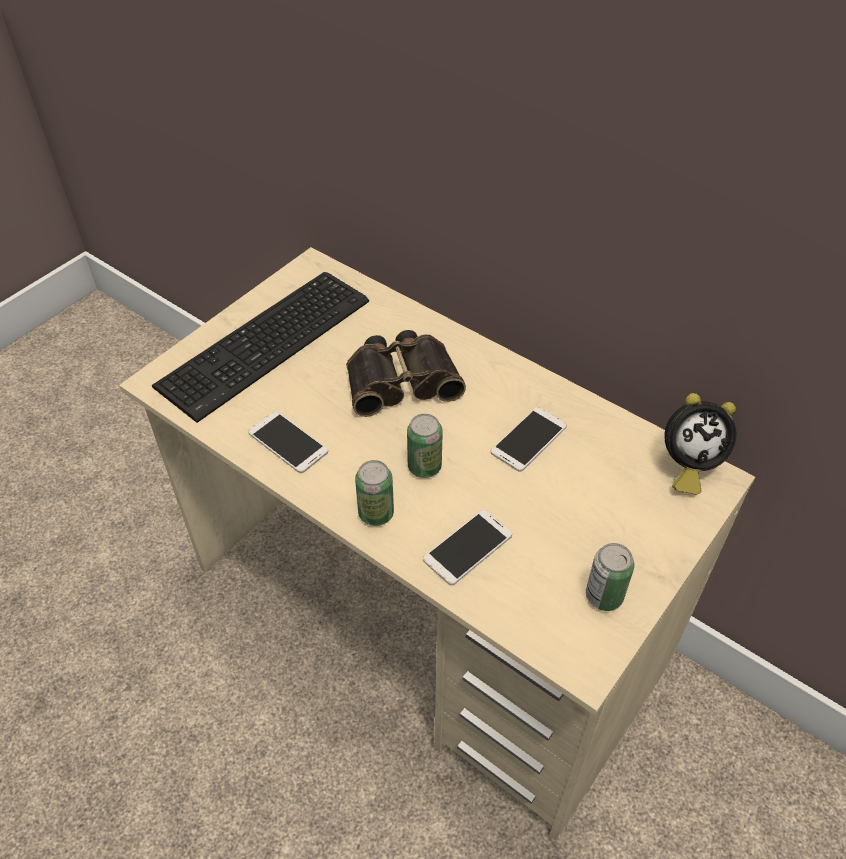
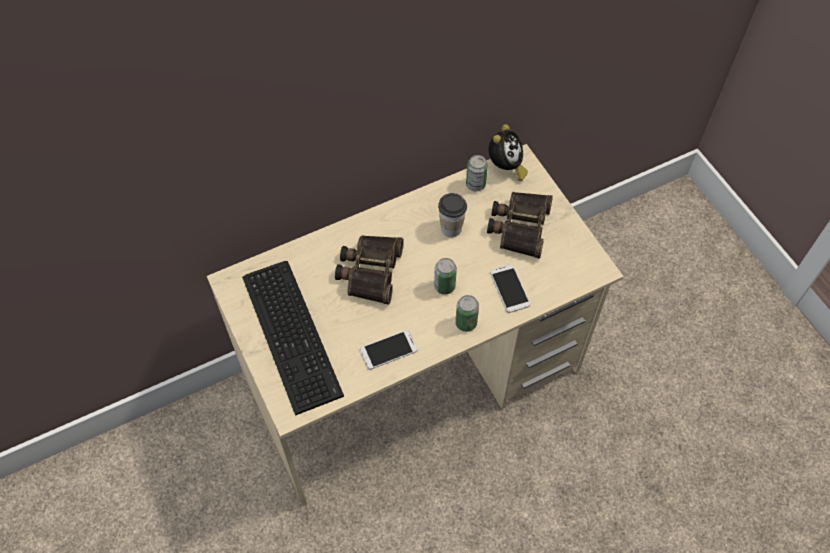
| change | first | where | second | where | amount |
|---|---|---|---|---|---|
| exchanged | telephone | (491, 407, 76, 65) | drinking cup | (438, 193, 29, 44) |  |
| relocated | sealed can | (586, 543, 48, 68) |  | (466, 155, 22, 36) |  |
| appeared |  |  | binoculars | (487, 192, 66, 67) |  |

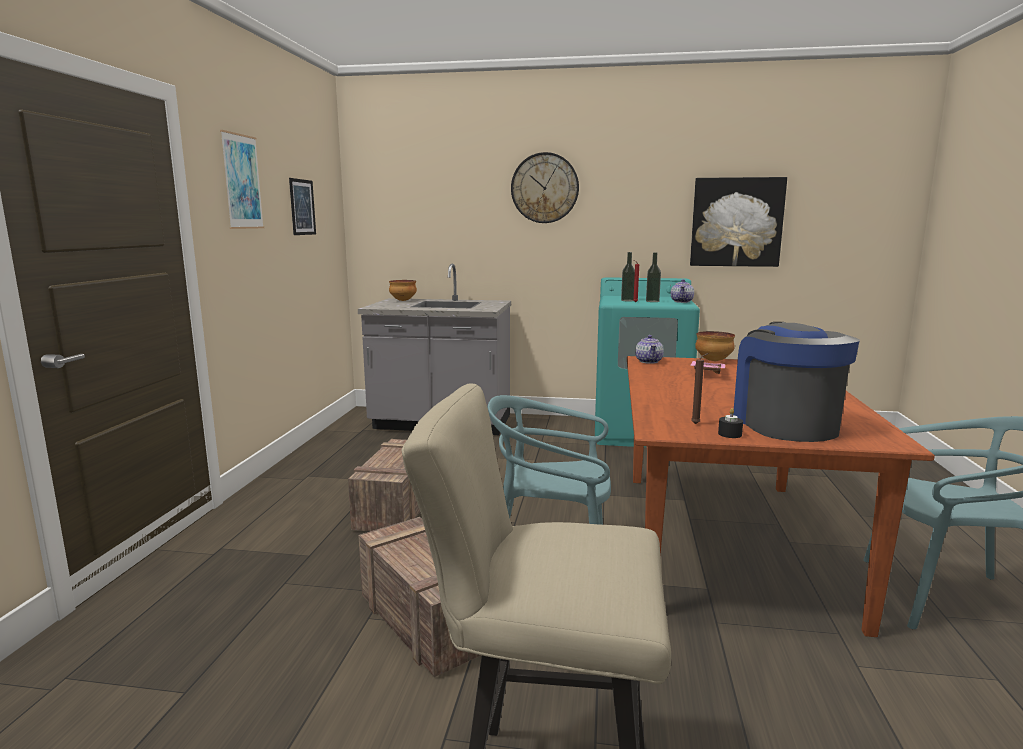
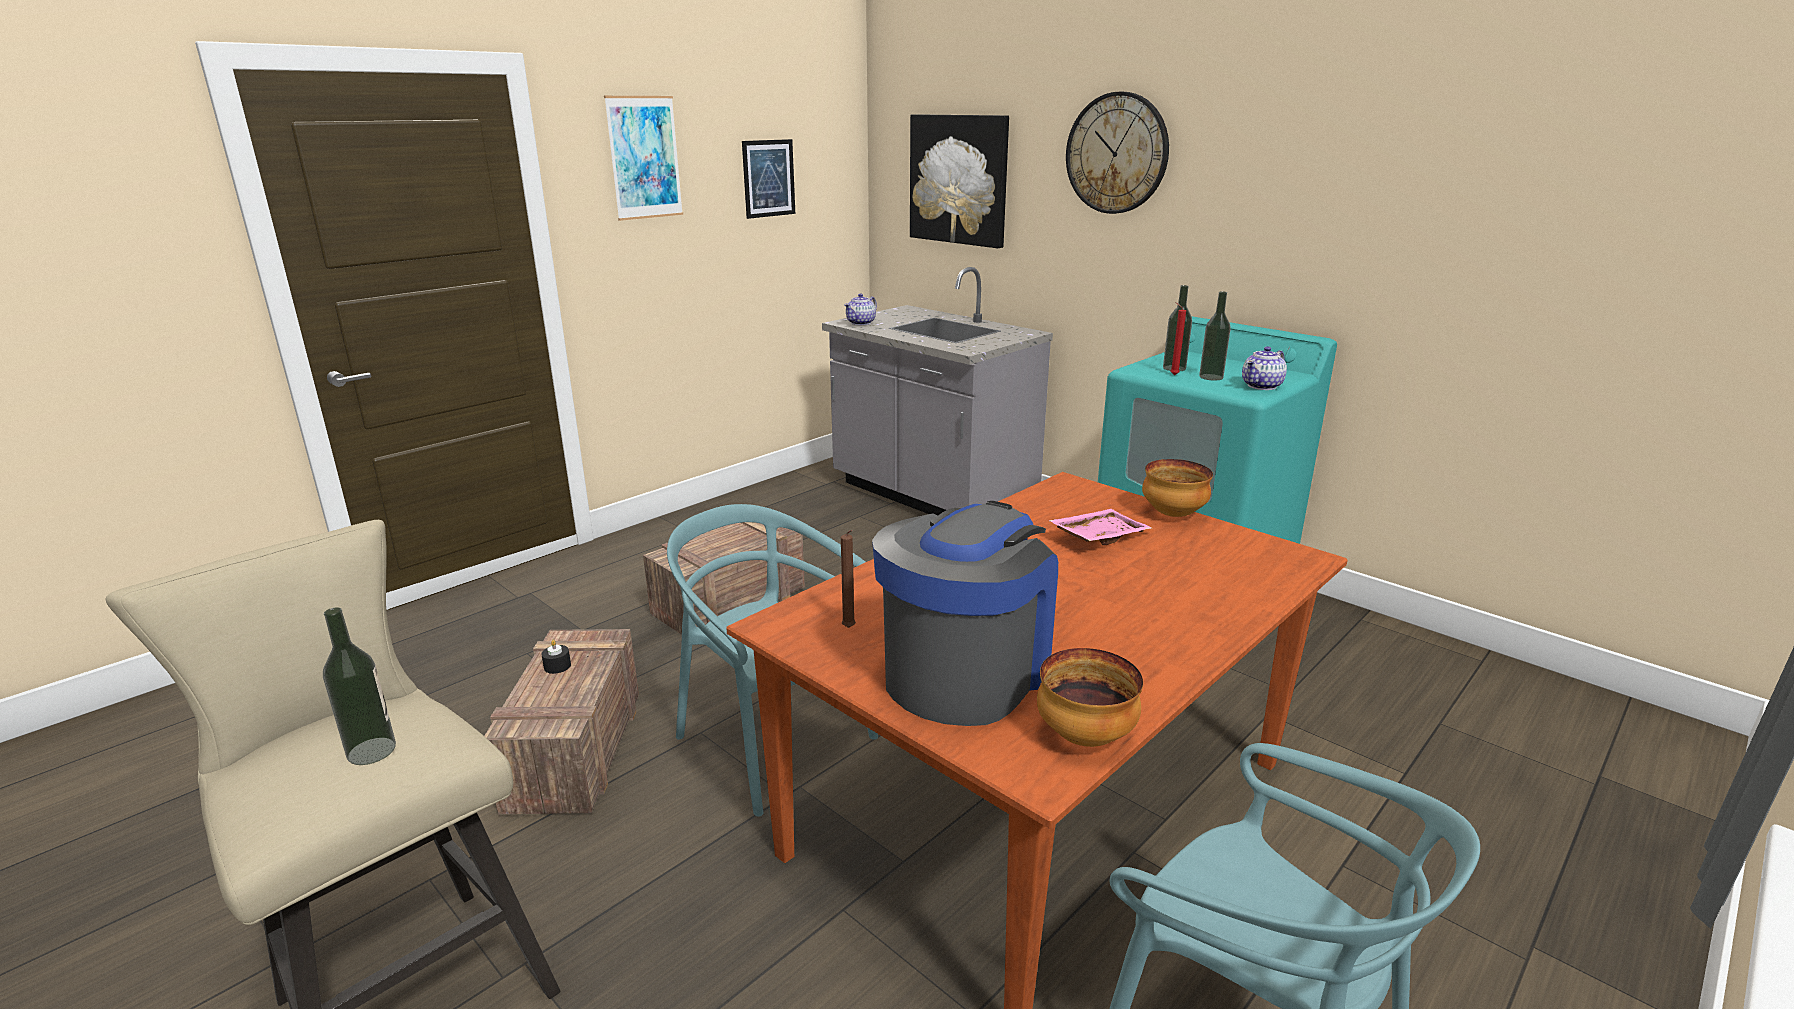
| change | first | where | second | where | amount |
|---|---|---|---|---|---|
| appeared |  |  | bottle | (323, 608, 73, 157) |  |
| relocated | candle (black) | (718, 408, 25, 30) |  | (541, 640, 30, 34) |  |
| relocated | teapot | (635, 335, 29, 29) |  | (844, 293, 33, 32) |  |
| relocated | wall art | (690, 177, 97, 90) |  | (910, 114, 99, 134) |  |
| relocated | serving bowl | (389, 280, 28, 21) |  | (1037, 648, 106, 99) |  |

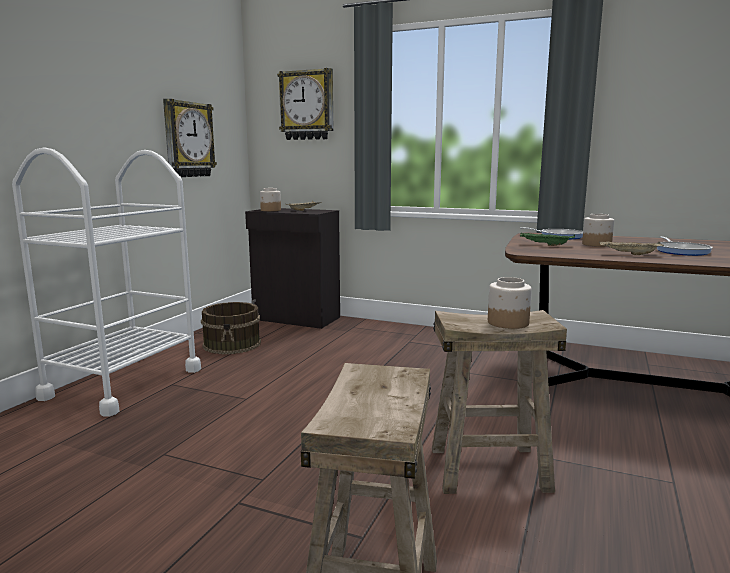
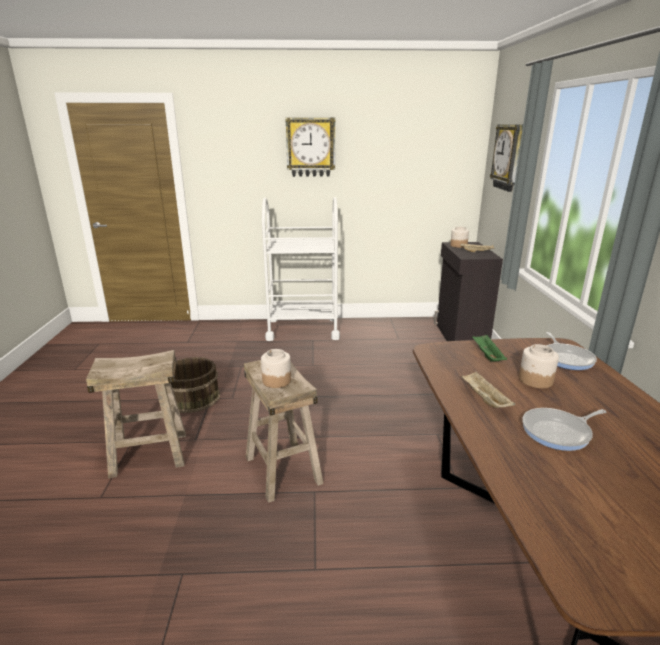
| change | first | where | second | where | amount |
|---|---|---|---|---|---|
| relocated | water bucket (brown-coloured) | (201, 302, 60, 52) |  | (171, 357, 49, 56) |  |
| relocated | wall clock | (163, 99, 54, 78) |  | (286, 118, 49, 59) |  |

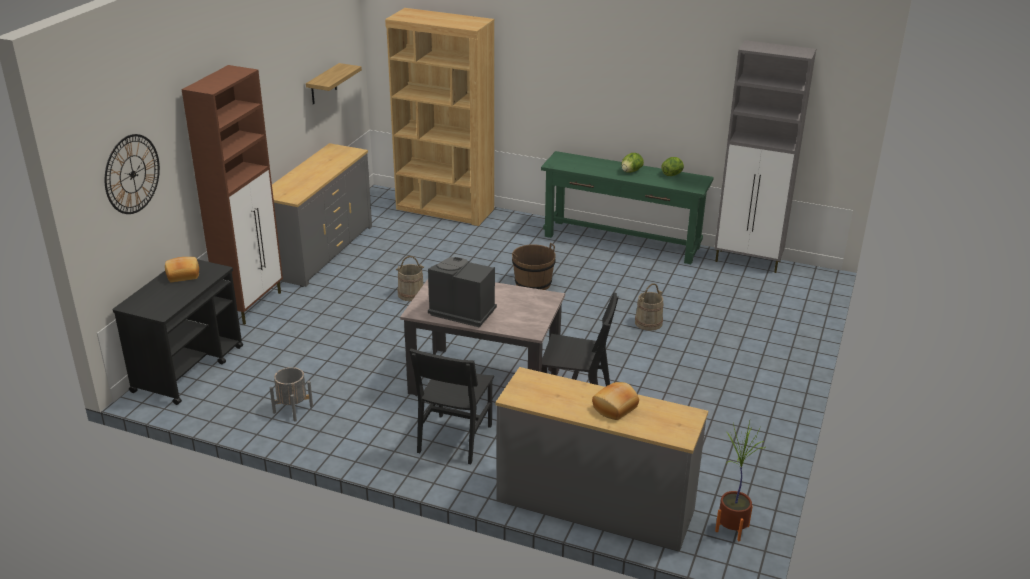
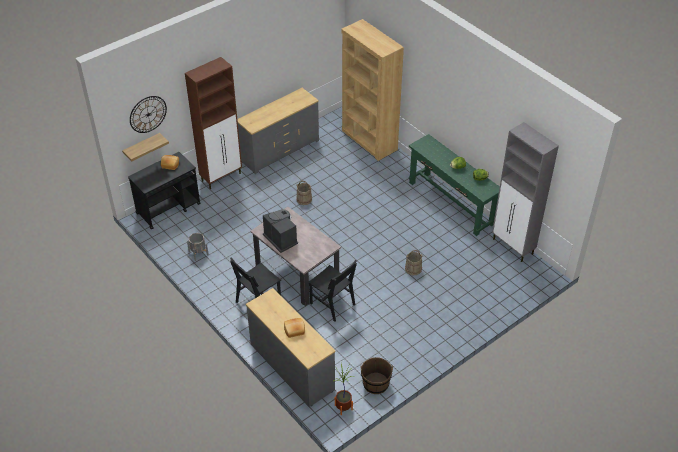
| change | first | where | second | where | amount |
|---|---|---|---|---|---|
| relocated | bracket shelf | (306, 63, 56, 42) |  | (122, 133, 47, 29) |  |
| relocated | water bucket (brown-coloured) | (512, 243, 44, 47) |  | (361, 357, 32, 37) |  |

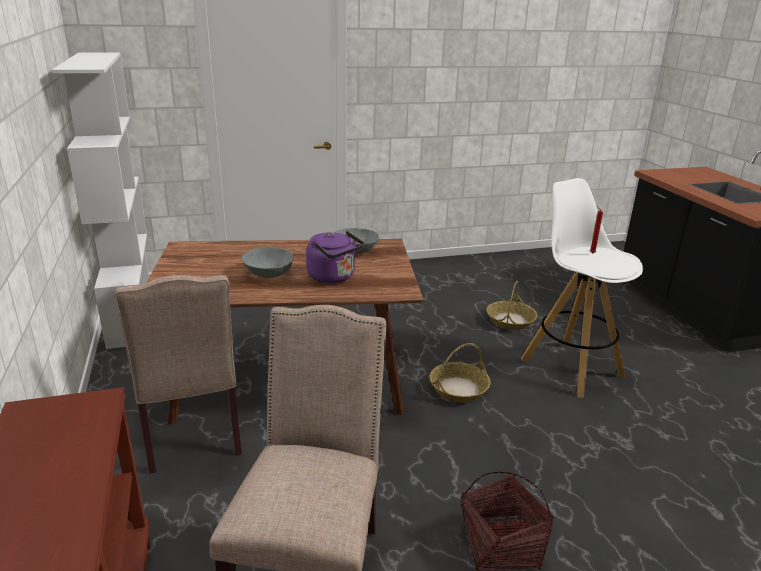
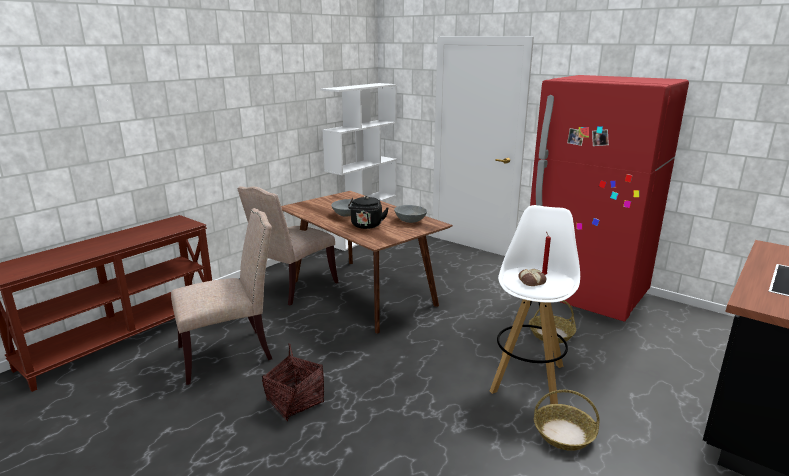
| change | first | where | second | where | amount |
|---|---|---|---|---|---|
| colour | tea kettle (purple) | (306, 231, 58, 52) | tea kettle (black) | (348, 196, 41, 33) |  |
| appeared |  |  | bread | (518, 269, 28, 17) |  |
| appeared |  |  | refrigerator (red-coloured) | (530, 75, 159, 247) |  |
| relocated | storage basket | (429, 343, 62, 60) |  | (534, 390, 66, 61) |  |

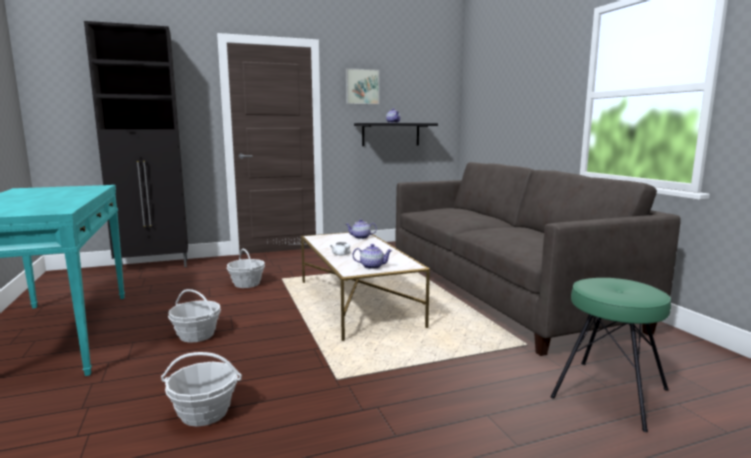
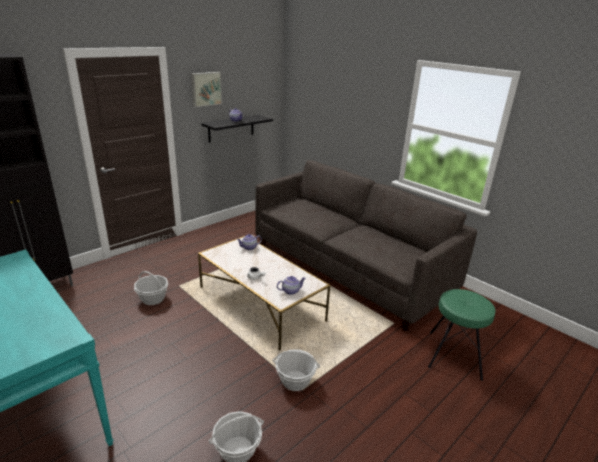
| change | first | where | second | where | amount |
|---|---|---|---|---|---|
| relocated | storage basket | (168, 289, 53, 54) |  | (273, 349, 47, 42) |  |

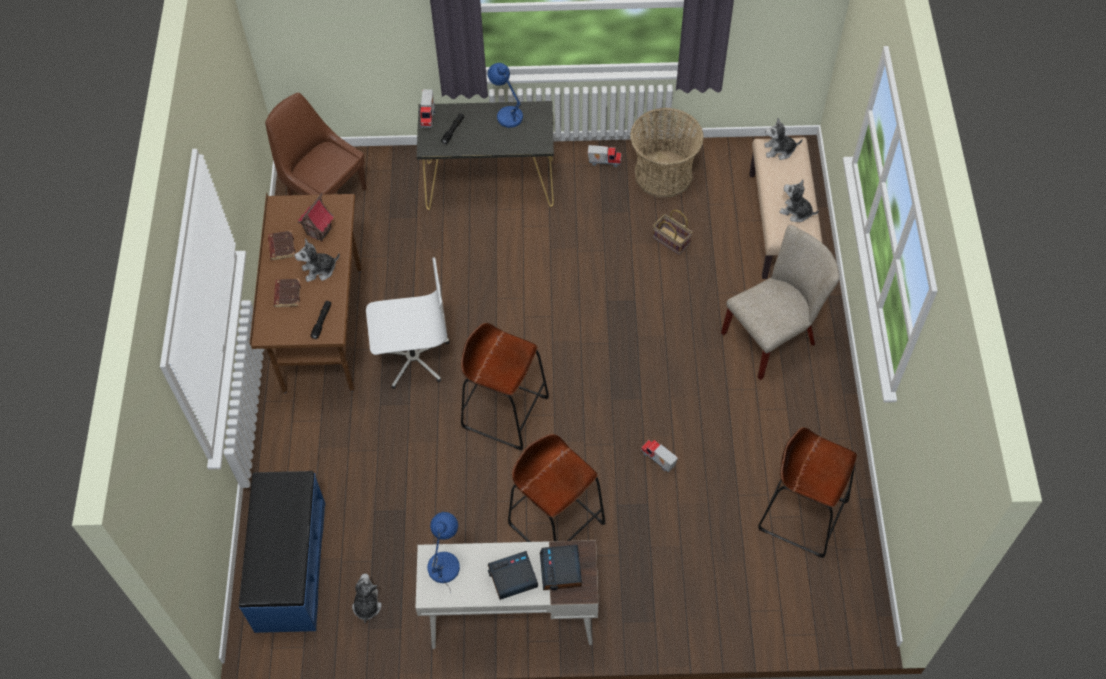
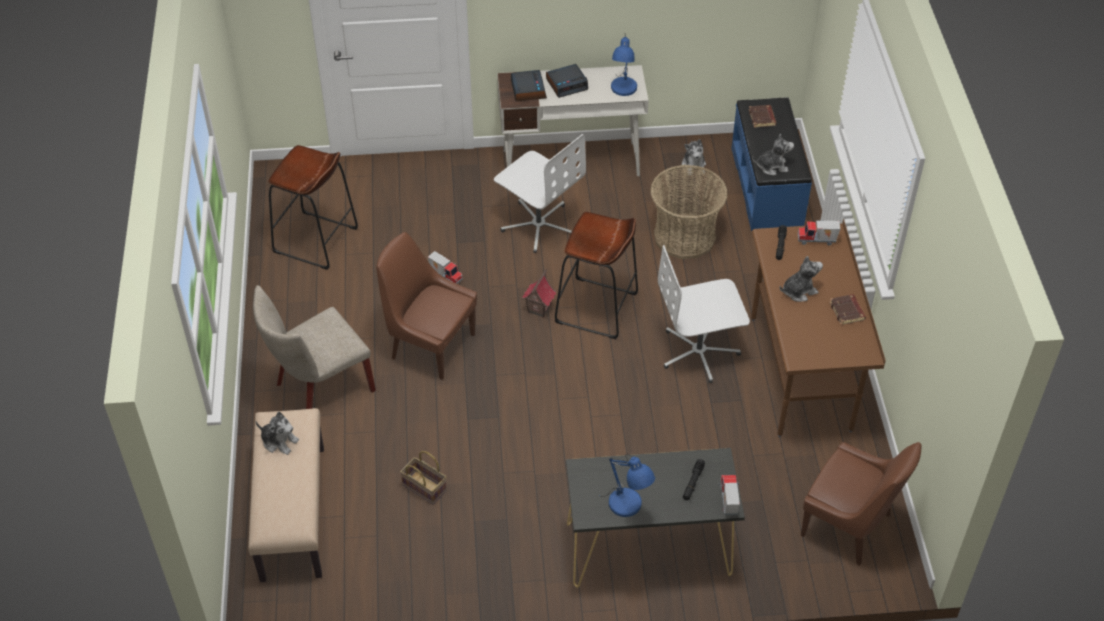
| change | first | where | second | where | amount |
|---|---|---|---|---|---|
| appeared |  |  | upright chair (brown-coloured) | (376, 232, 101, 148) |  |
| exchanged | stool (brown-coloured) | (508, 434, 97, 108) | office chair (white-coloured) | (494, 134, 92, 119) |  |
| relocated | toy house | (297, 193, 37, 49) |  | (522, 269, 34, 49) |  |
| relocated | storage basket | (630, 108, 74, 89) |  | (650, 165, 78, 94) |  |
| relocated | book (brown-coloured) | (273, 278, 28, 29) |  | (749, 105, 27, 23) |  |
| relocated | soft toy | (765, 118, 38, 42) |  | (752, 134, 42, 42) |  |
| relocated | model truck | (588, 145, 33, 22) |  | (798, 220, 42, 25) |  |

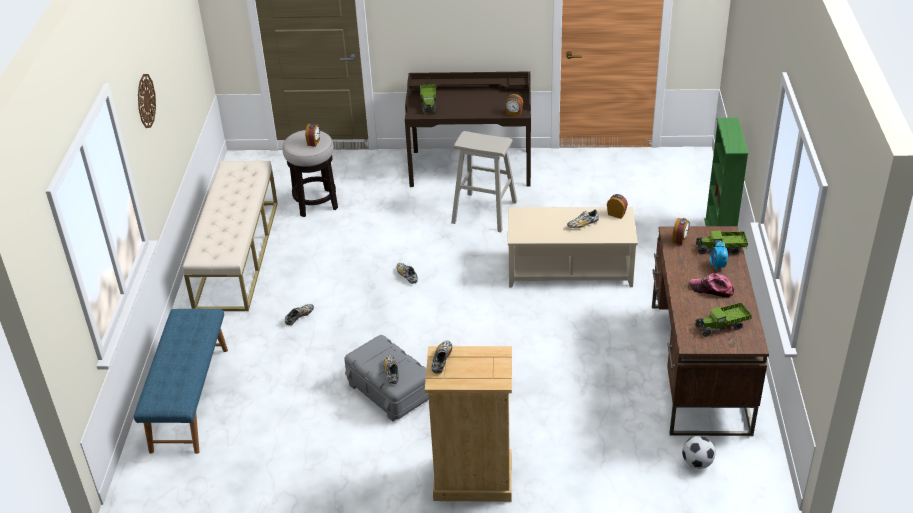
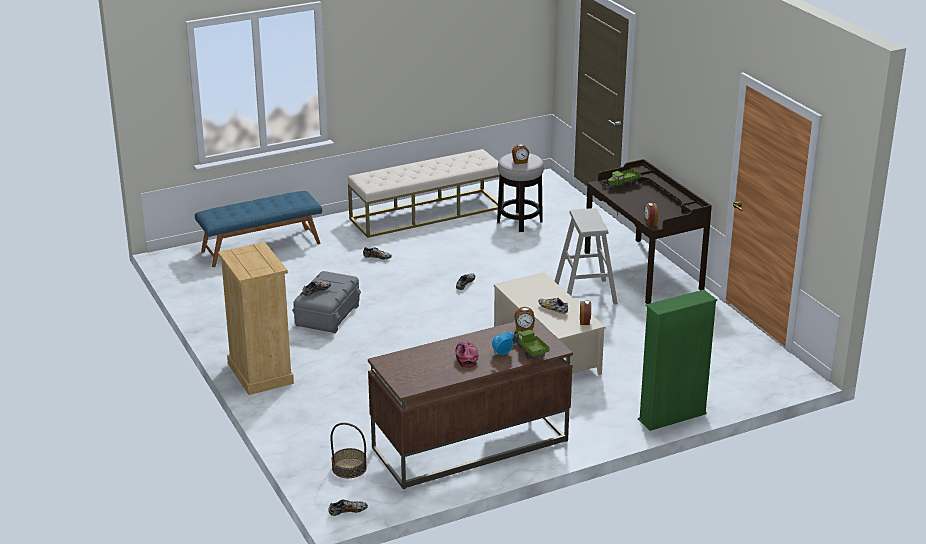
| change | first | where | second | where | amount |
|---|---|---|---|---|---|
| relocated | shoe | (432, 341, 20, 33) |  | (328, 500, 40, 16) |  |
| exchanged | football | (682, 436, 33, 33) | storage basket | (330, 423, 37, 55) |  |
| missing | wall clock | (138, 74, 18, 54) |  |  |  |
| missing | model truck | (695, 302, 57, 35) |  |  |  |

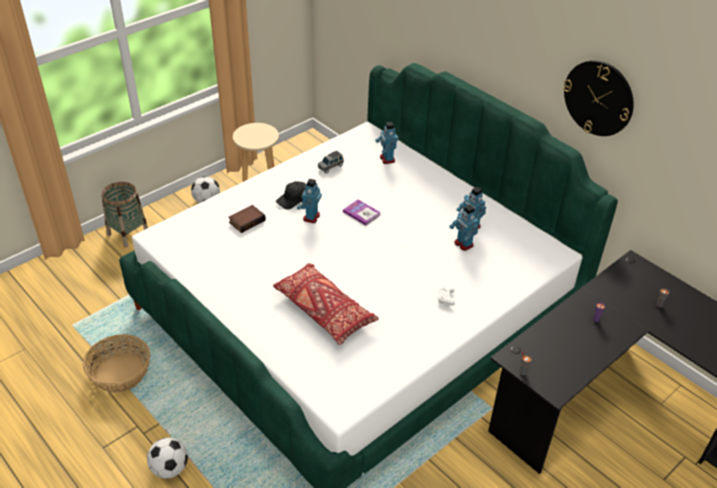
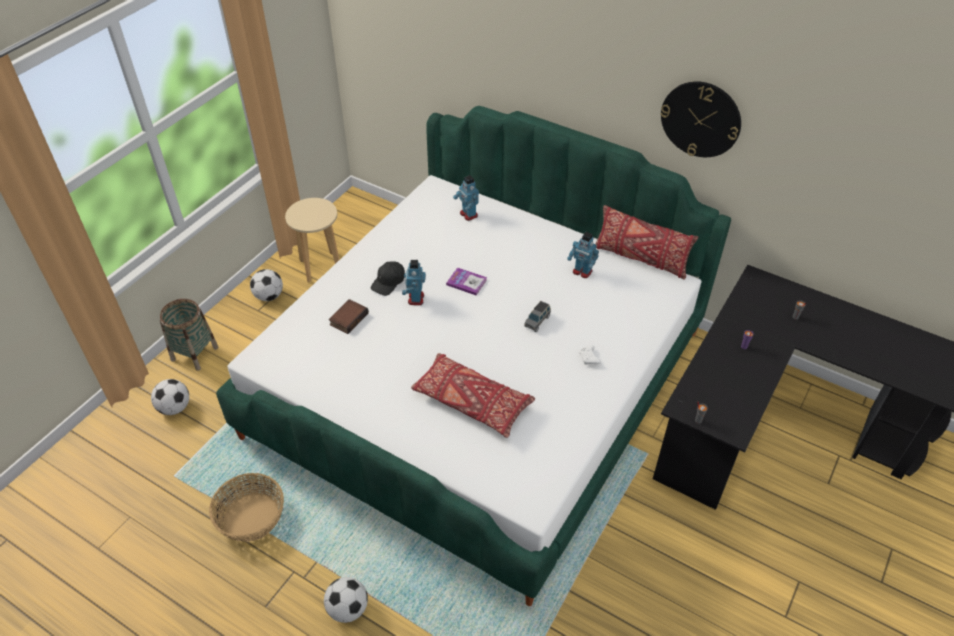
| change | first | where | second | where | amount |
|---|---|---|---|---|---|
| appeared |  |  | football | (151, 379, 38, 36) |  |
| relocated | miniature car (greyish) | (318, 150, 26, 24) |  | (524, 301, 27, 31) |  |
| appeared |  |  | pillow (red-coloured) | (595, 205, 103, 74) |  |
| missing | model robot | (449, 205, 30, 46) |  |  |  |

